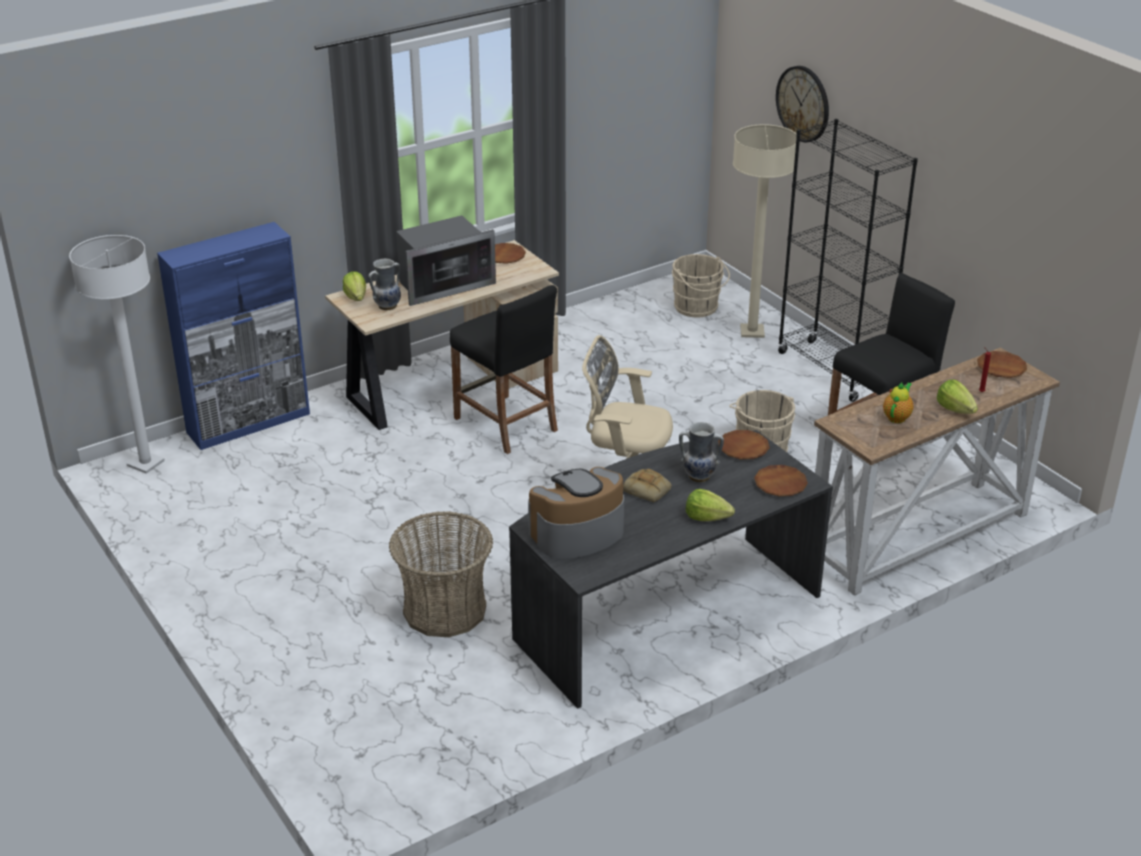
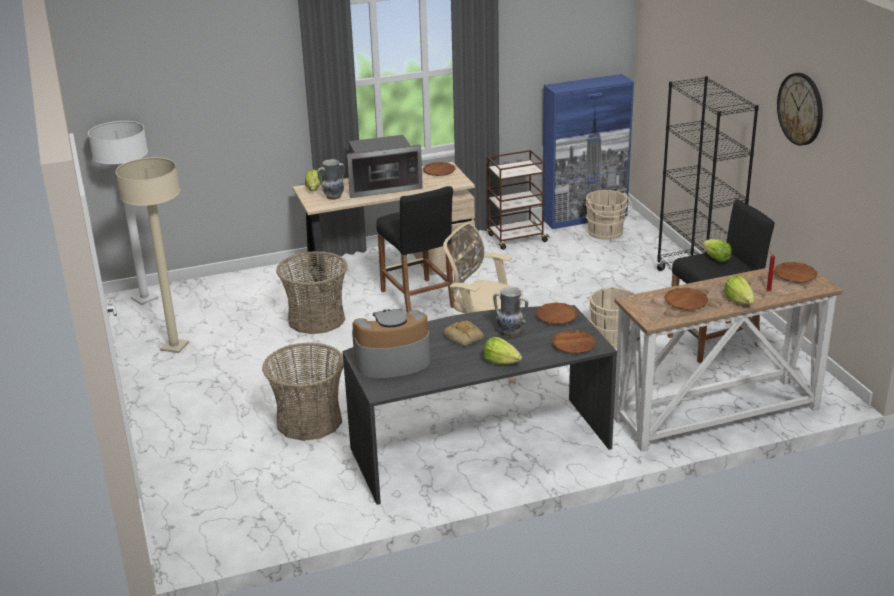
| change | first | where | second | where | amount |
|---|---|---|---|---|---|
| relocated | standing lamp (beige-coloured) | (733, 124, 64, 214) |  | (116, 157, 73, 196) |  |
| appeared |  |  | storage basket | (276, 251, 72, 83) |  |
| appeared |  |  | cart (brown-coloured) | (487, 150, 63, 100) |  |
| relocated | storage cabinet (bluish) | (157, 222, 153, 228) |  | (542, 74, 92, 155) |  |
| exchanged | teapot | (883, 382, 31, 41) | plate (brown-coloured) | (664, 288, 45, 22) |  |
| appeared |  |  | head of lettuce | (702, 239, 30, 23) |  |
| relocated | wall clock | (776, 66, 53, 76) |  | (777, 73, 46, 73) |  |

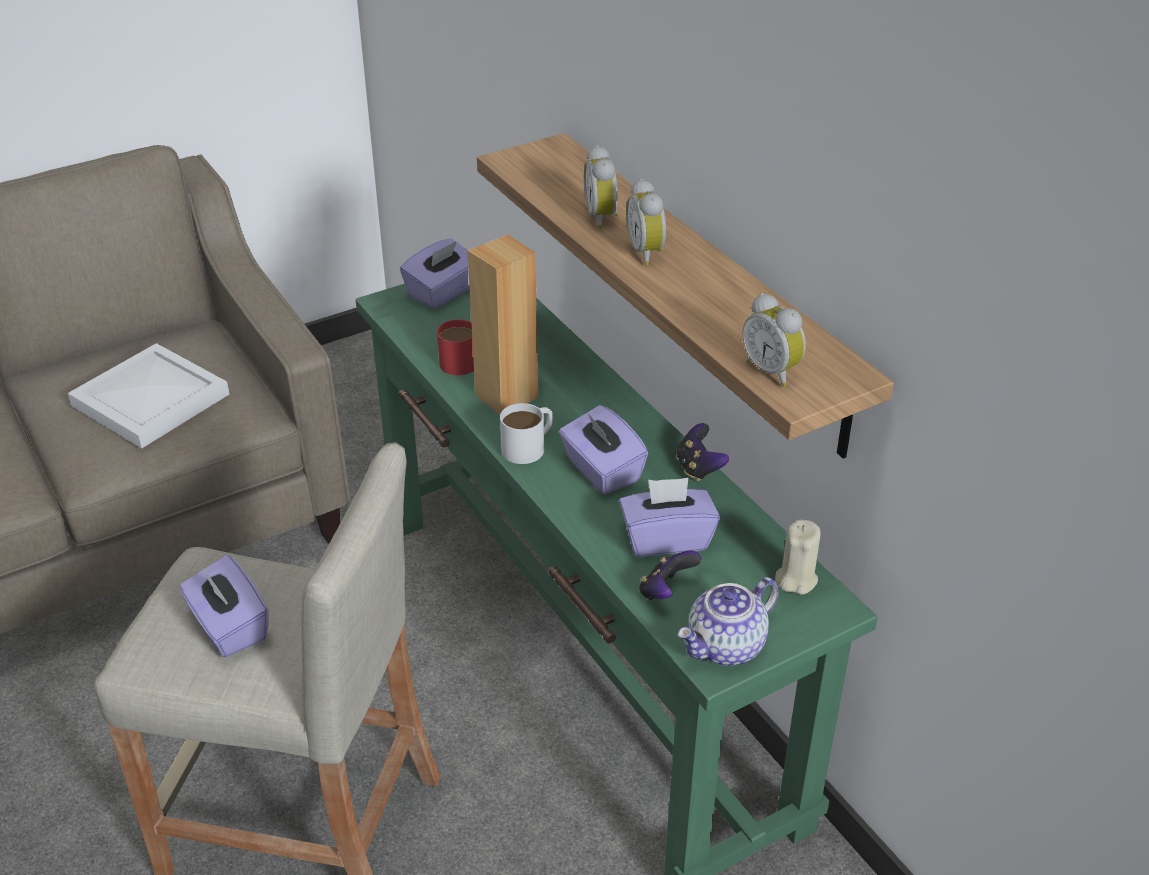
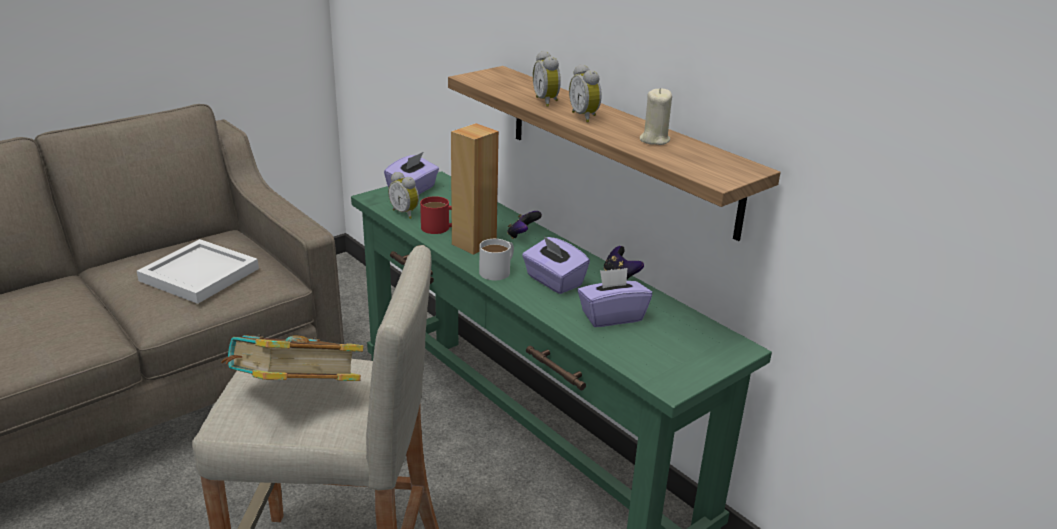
| change | first | where | second | where | amount |
|---|---|---|---|---|---|
| exchanged | tissue holder (purple) | (179, 555, 90, 102) | book | (221, 335, 143, 46) |  |
| relocated | bedside clock | (742, 293, 64, 94) |  | (388, 172, 31, 47) |  |
| relocated | joypad | (639, 551, 62, 49) |  | (507, 211, 35, 28) |  |
| relocated | candle (beige-coloured) | (775, 519, 46, 75) |  | (640, 88, 32, 57) |  |
| missing | teapot | (678, 577, 101, 89) |  |  |  |

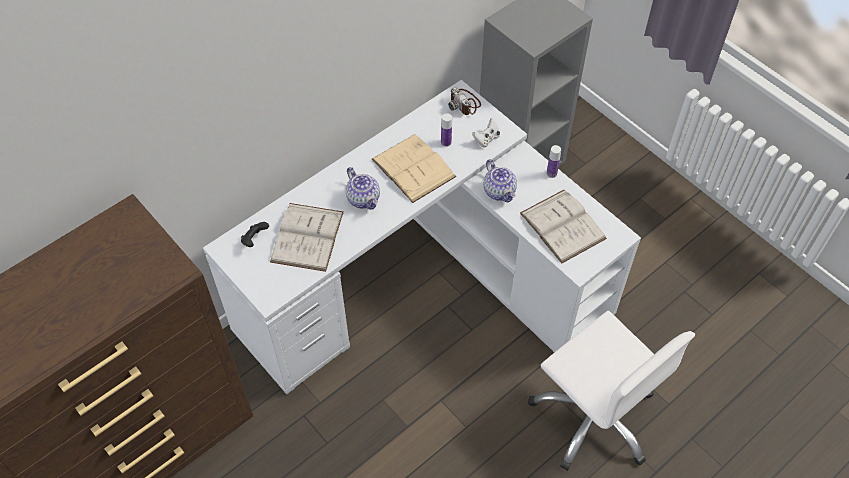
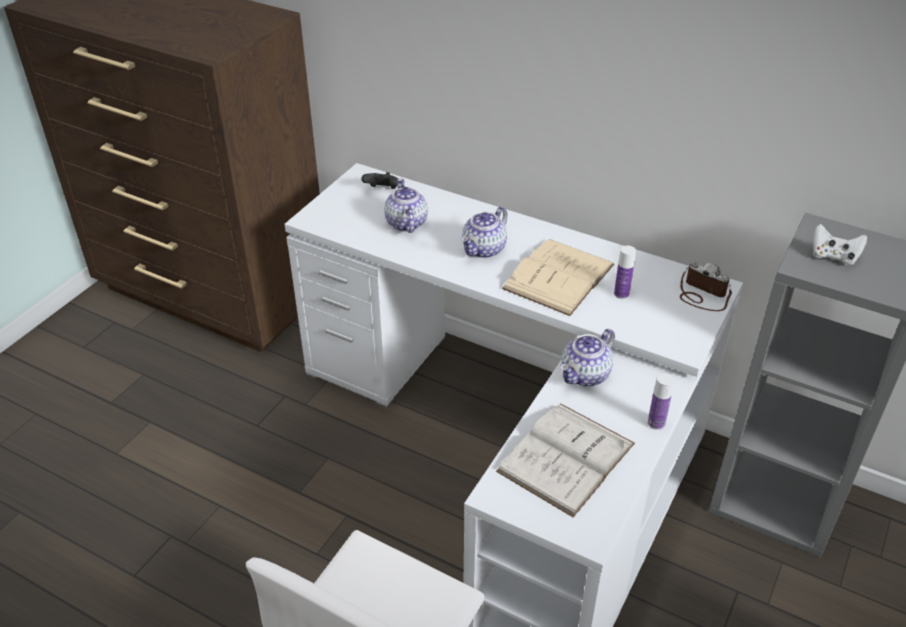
| change | first | where | second | where | amount |
|---|---|---|---|---|---|
| exchanged | book (white-coloured) | (270, 203, 74, 69) | teapot | (384, 178, 44, 55) |  |
| spun | photo camera | (448, 87, 33, 28) |  | (680, 262, 52, 49) | 90 degrees clockwise |
| relocated | joypad (white-coloured) | (472, 118, 28, 30) |  | (813, 224, 54, 41) |  |

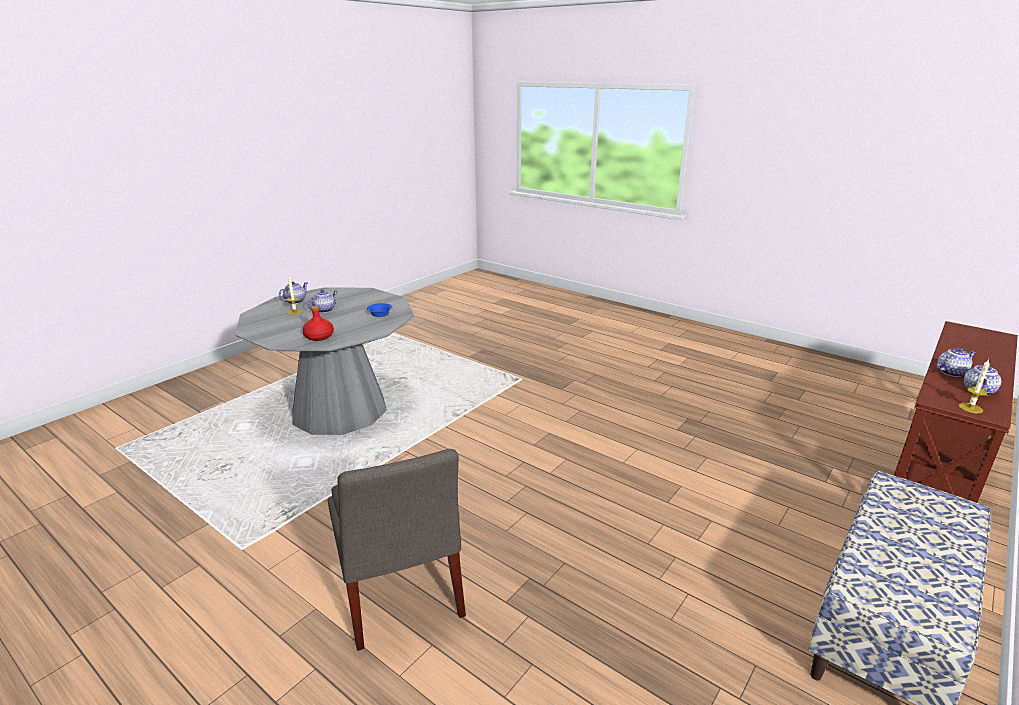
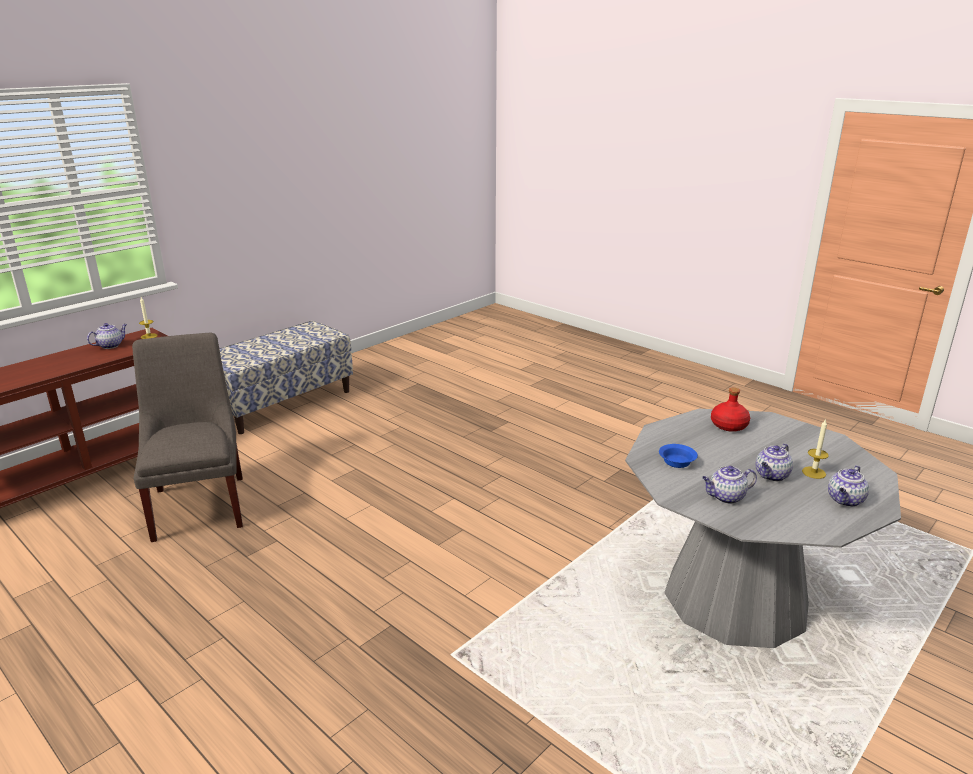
| change | first | where | second | where | amount |
|---|---|---|---|---|---|
| relocated | upright chair (greyish) | (327, 449, 139, 202) |  | (132, 332, 111, 210) |  |
| relocated | teapot | (937, 348, 39, 29) |  | (702, 466, 55, 38) |  |

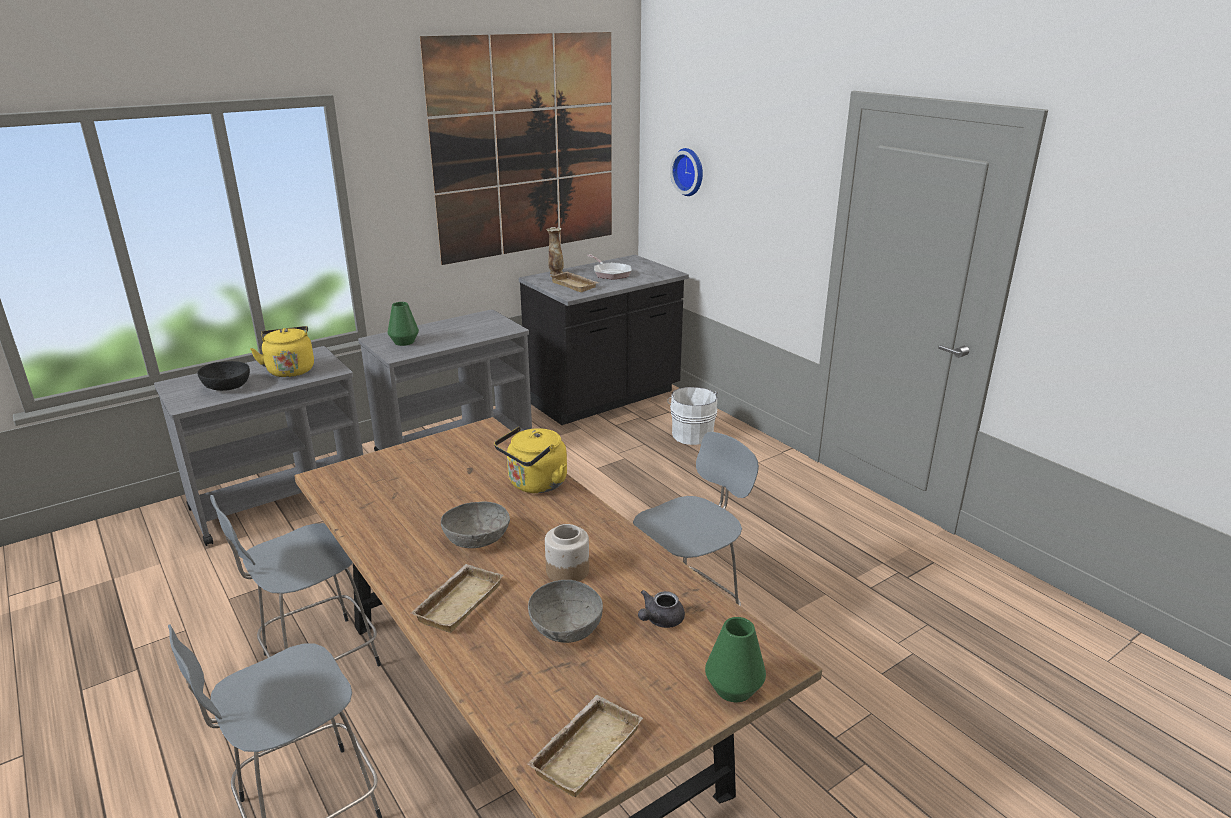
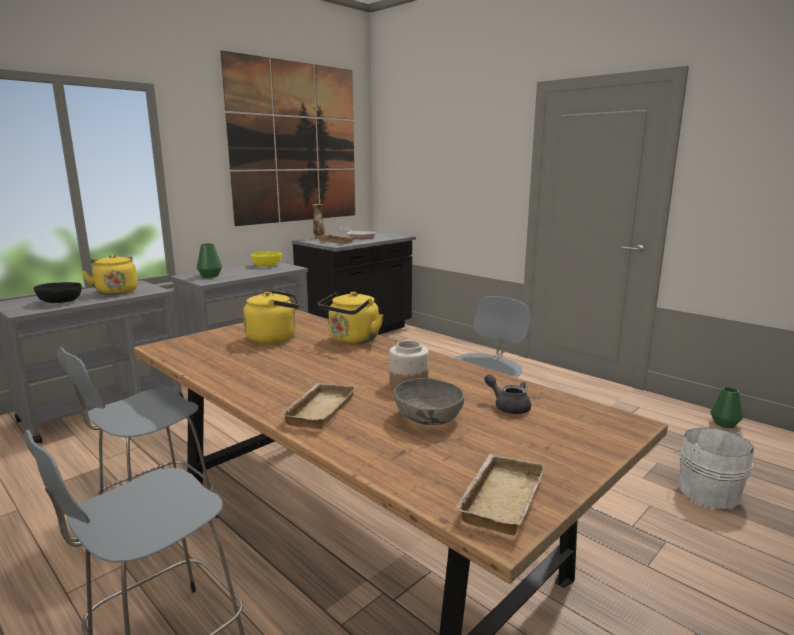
| change | first | where | second | where | amount |
|---|---|---|---|---|---|
| appeared |  |  | tea kettle (yellow-coloured) | (243, 290, 56, 54) |  |
| appeared |  |  | serving bowl (yellow-coloured) | (251, 251, 31, 16) |  |
| spun | teapot (greyish) | (638, 590, 47, 38) |  | (484, 374, 47, 40) | 105 degrees clockwise |
| relocated | water bucket (white-coloured) | (667, 387, 51, 58) |  | (674, 428, 80, 81) |  |
| relocated | flower vase (greenish) | (705, 617, 61, 85) |  | (710, 387, 33, 41) |  |
| missing | serving bowl (greyish) | (441, 502, 69, 46) |  |  |  |
| missing | wall clock | (670, 148, 33, 48) |  |  |  |

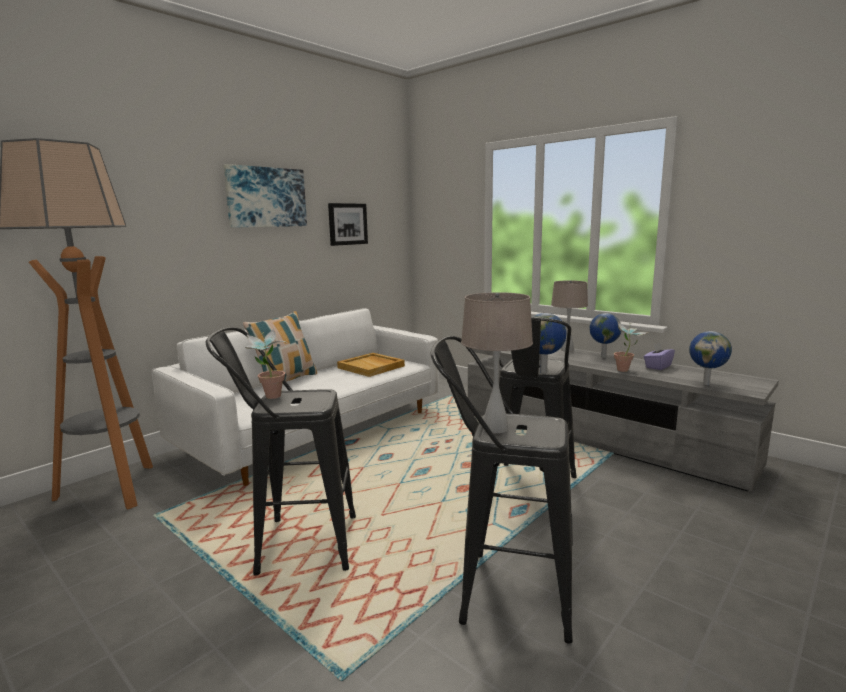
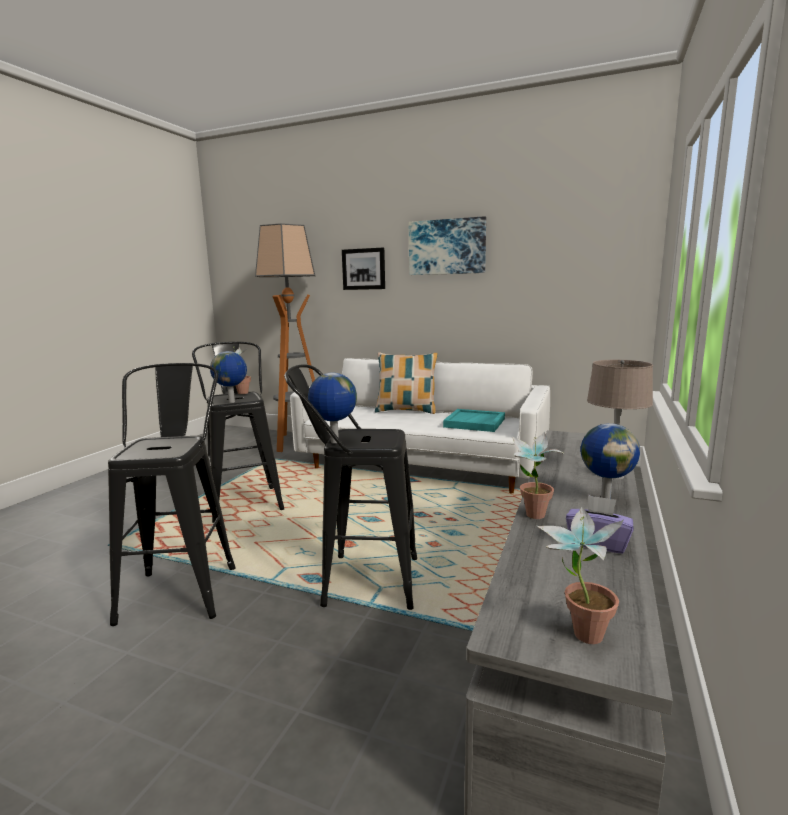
| change | first | where | second | where | amount |
|---|---|---|---|---|---|
| relocated | globe | (689, 331, 43, 54) |  | (210, 351, 37, 52) |  |
| relocated | wall art | (328, 203, 40, 43) |  | (342, 248, 43, 42) |  |
| colour | serving tray (beige-coloured) | (337, 353, 68, 24) | serving tray (turquoise) | (443, 409, 62, 23) |  |
| appeared |  |  | potted plant | (537, 506, 87, 138) |  |
| missing | tabletop lamp (beige-coloured) | (461, 292, 72, 141) |  |  |  |

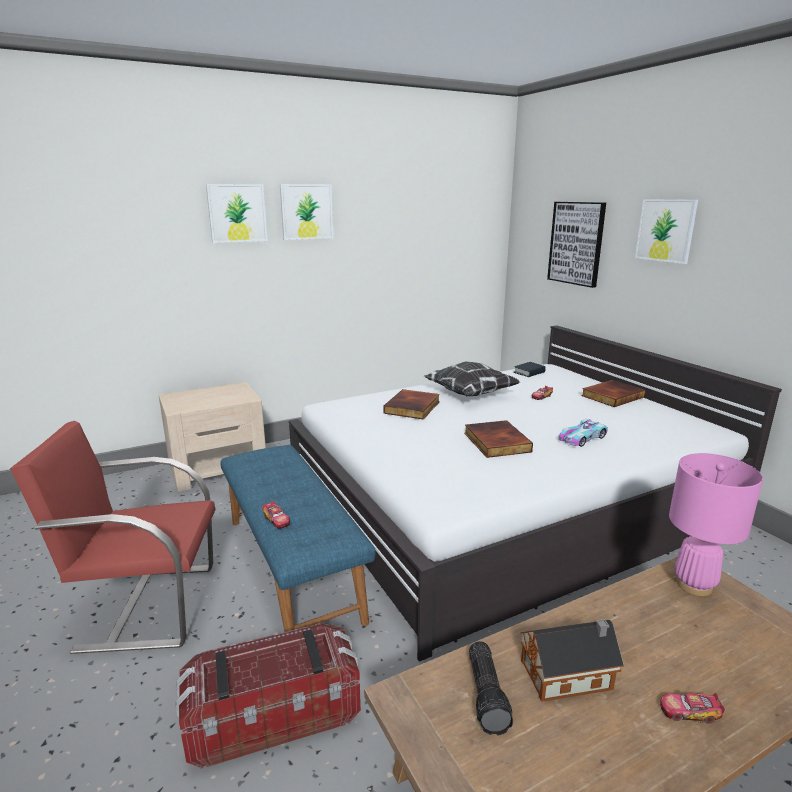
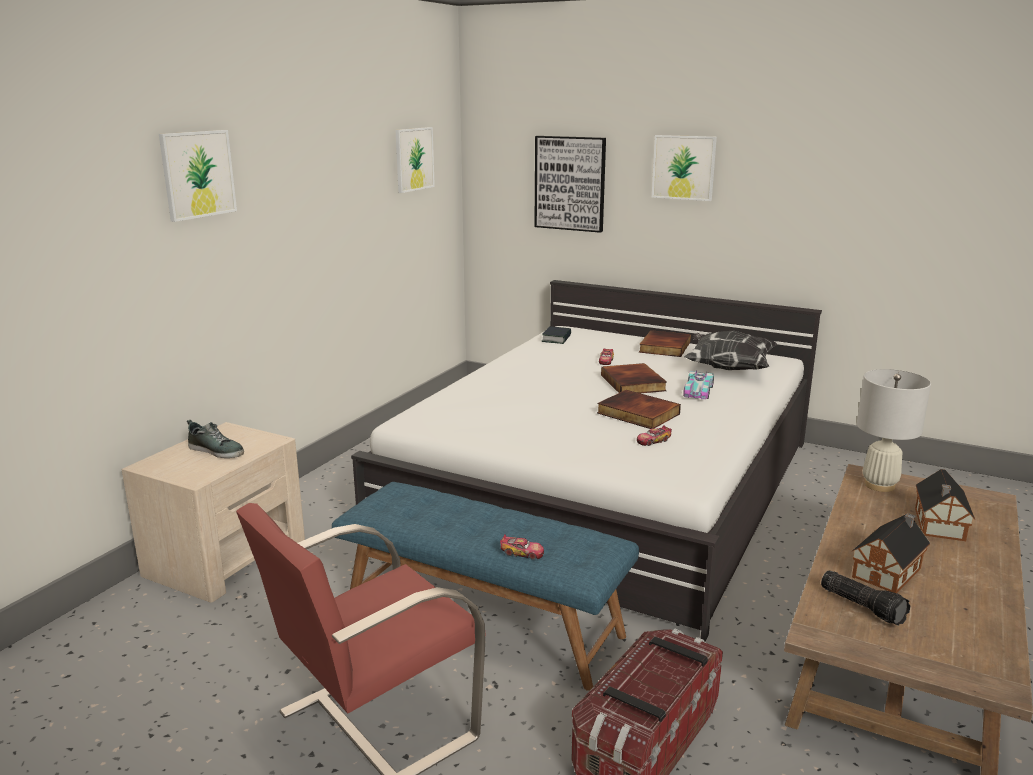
| change | first | where | second | where | amount |
|---|---|---|---|---|---|
| appeared |  |  | shoe | (187, 420, 57, 38) |  |
| relocated | wall art | (280, 184, 53, 56) |  | (396, 127, 39, 66) |  |
| relocated | book | (383, 389, 57, 31) |  | (601, 363, 66, 30) |  |
| relocated | miniature car | (660, 693, 65, 31) |  | (637, 425, 35, 21) |  |
| relocated | pillow | (424, 362, 96, 34) |  | (684, 331, 93, 39) |  |
| colour | tabletop lamp (pinkish) | (669, 453, 94, 143) | tabletop lamp (white-coloured) | (857, 369, 74, 123) |  |
| appeared |  |  | toy house | (915, 469, 60, 72) |  |

